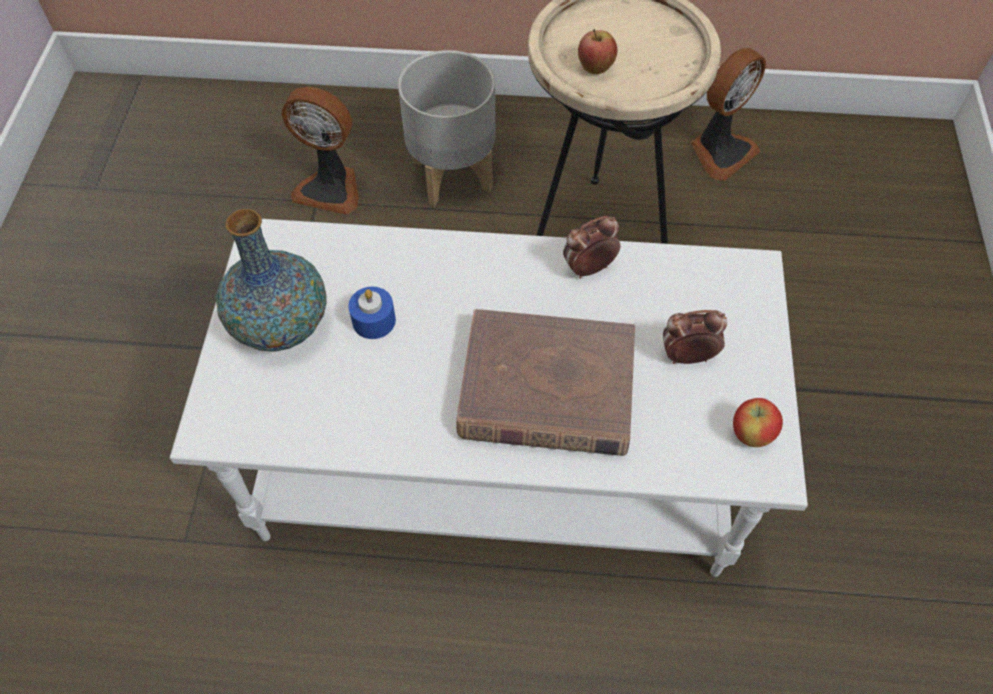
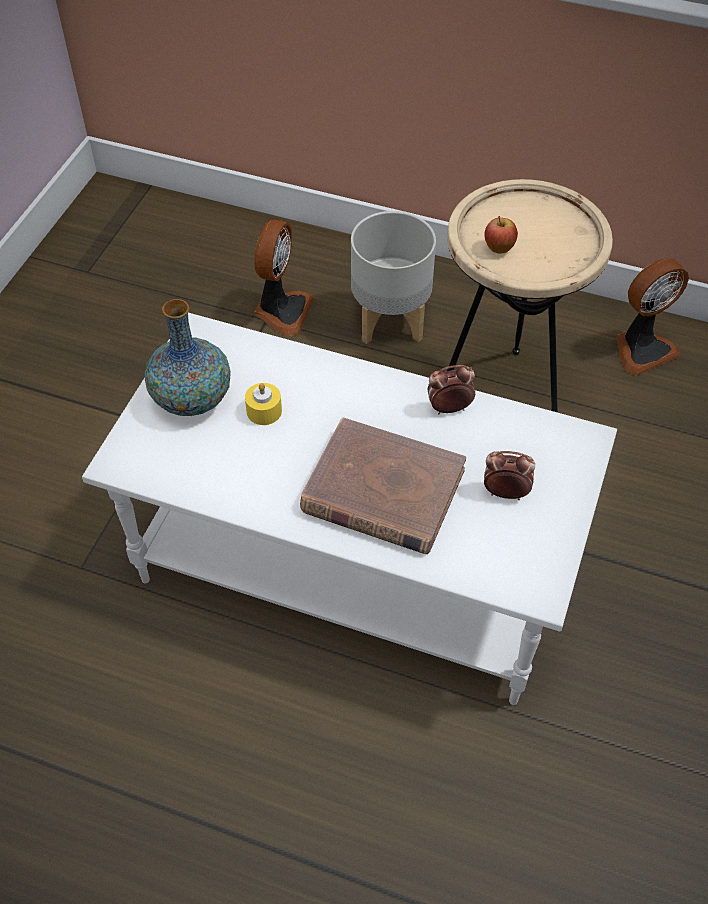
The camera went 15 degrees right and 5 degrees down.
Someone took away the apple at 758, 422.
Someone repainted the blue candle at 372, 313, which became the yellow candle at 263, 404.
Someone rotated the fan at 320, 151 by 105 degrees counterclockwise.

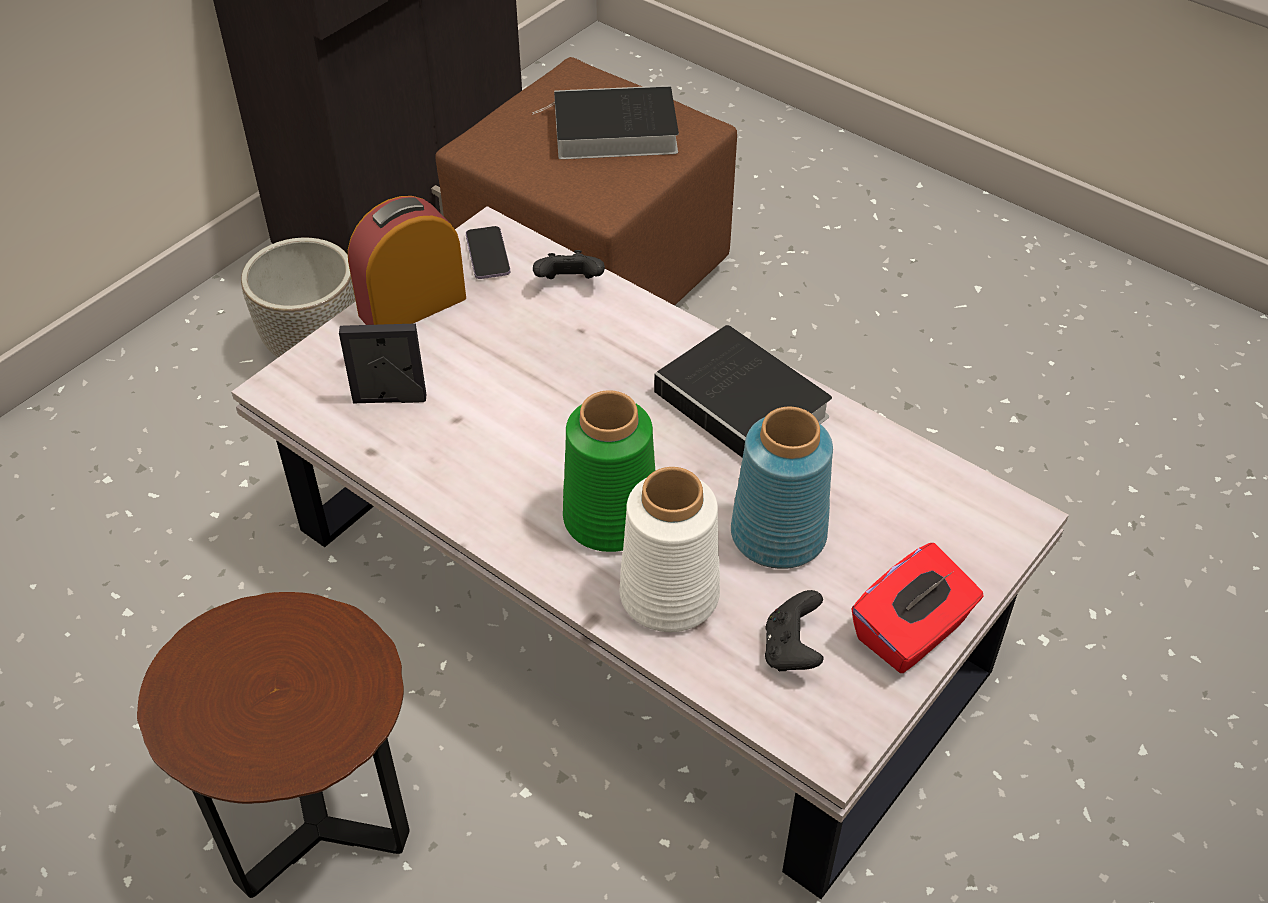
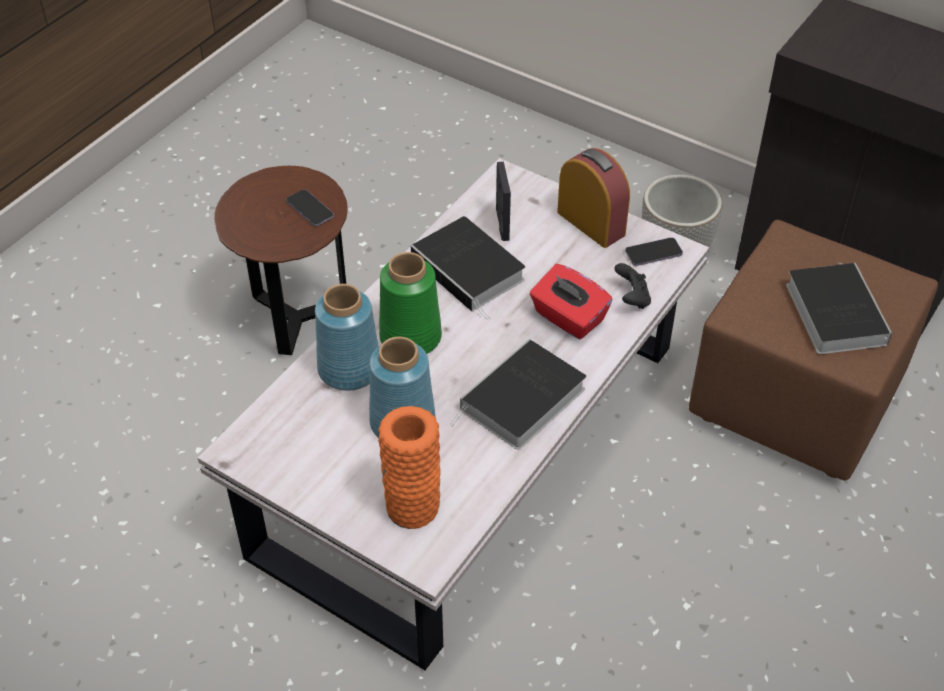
The camera went 85 degrees right and 0 degrees up.
Someone took away the black game controller at 794, 630.
Someone put down the phone at 310, 207.
Someone put down the orange vase at 409, 467.
Someone put down the book at 468, 268.
Someone carried the red tissue box from 917, 608 to 571, 301.
Someone repainted the white vase at 670, 549, which became the blue vase at 347, 337.

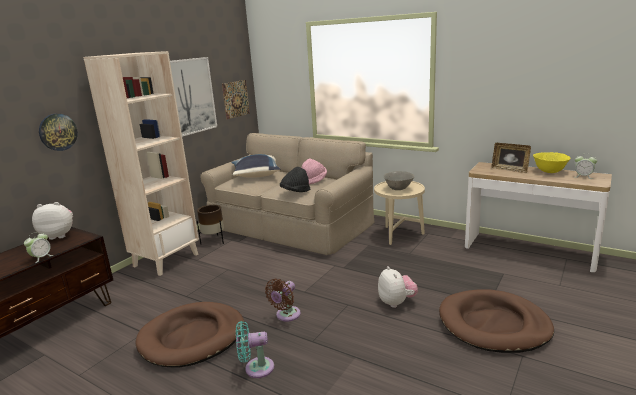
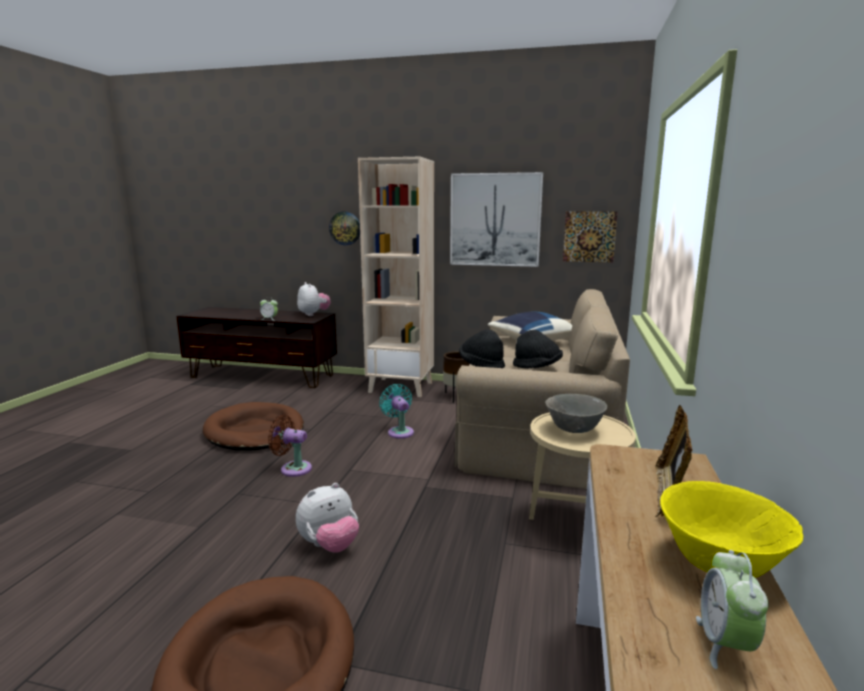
The camera went 70 degrees right and 5 degrees down.
Someone carried the turquoise fan from 255, 349 to 396, 411.
Someone repainted the pink hat at 314, 171, which became the black hat at 538, 349.

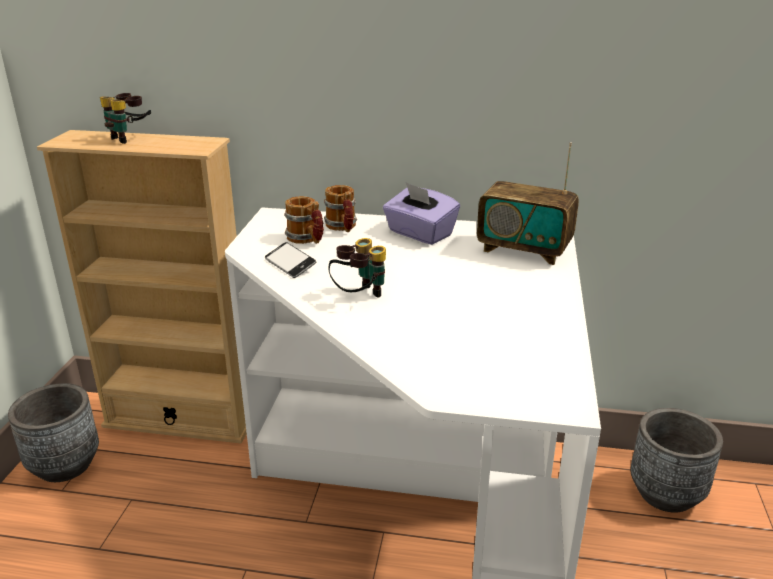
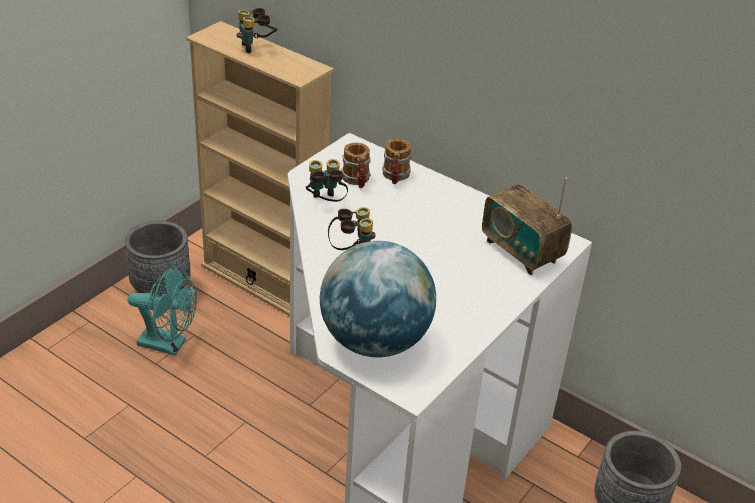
The camera went 25 degrees right and 10 degrees up.
Someone took away the purple tissue box at 421, 214.
Someone put down the turquoise fan at 162, 310.
Someone put down the globe at 378, 299.
Someone swapped the phone at 290, 260 for the binoculars at 327, 180.

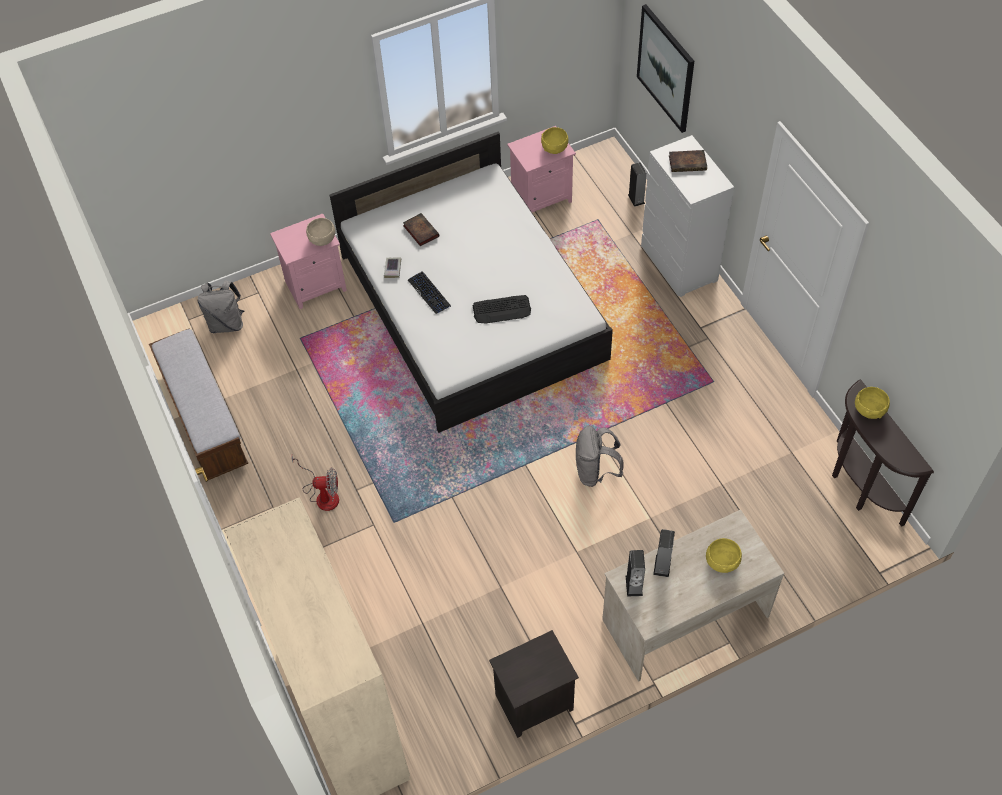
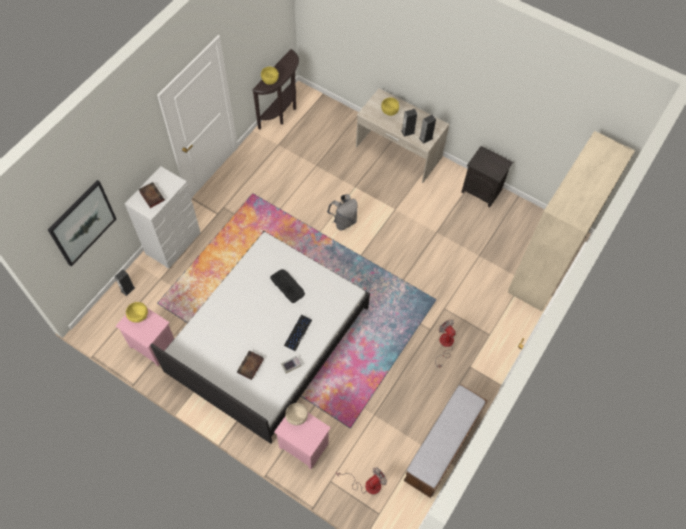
The camera went 125 degrees left and 5 degrees up.
Someone swapped the grey backpack at 221, 306 for the fan at 361, 480.

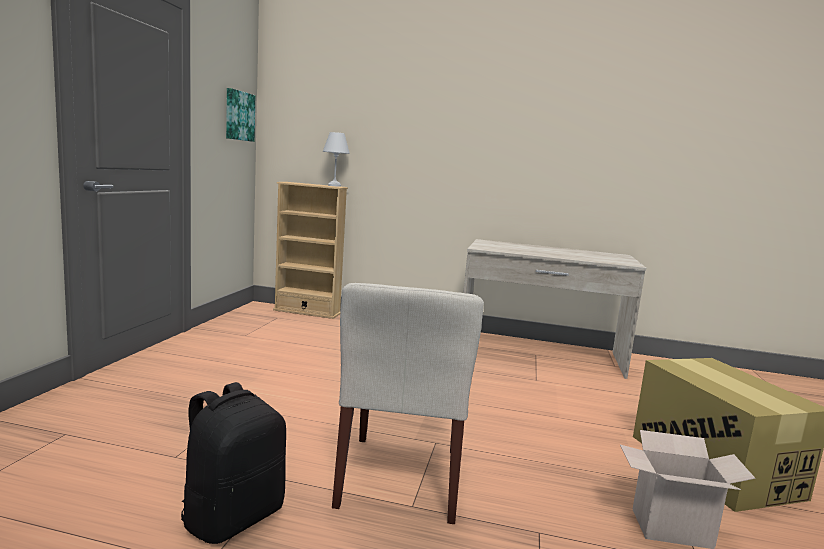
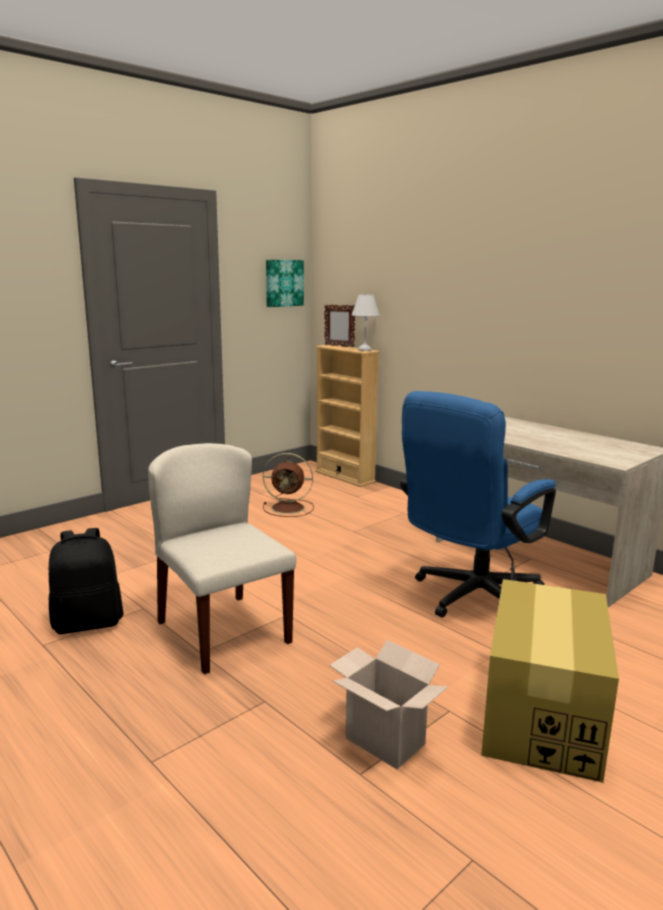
The camera went 35 degrees right and 5 degrees up.
Someone put down the brown fan at 288, 485.
Someone put down the picture frame at 339, 326.
Someone put down the blue office chair at 478, 504.
Someone rotated the beige chair at 408, 403 by 105 degrees clockwise.

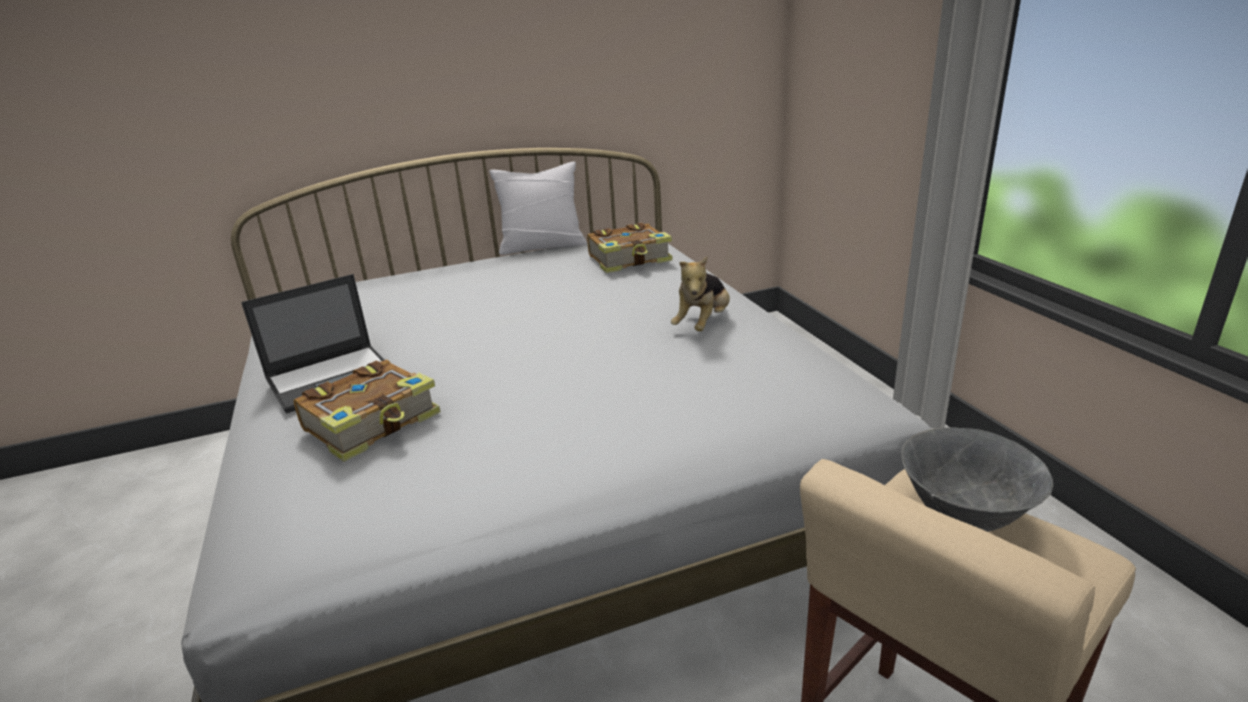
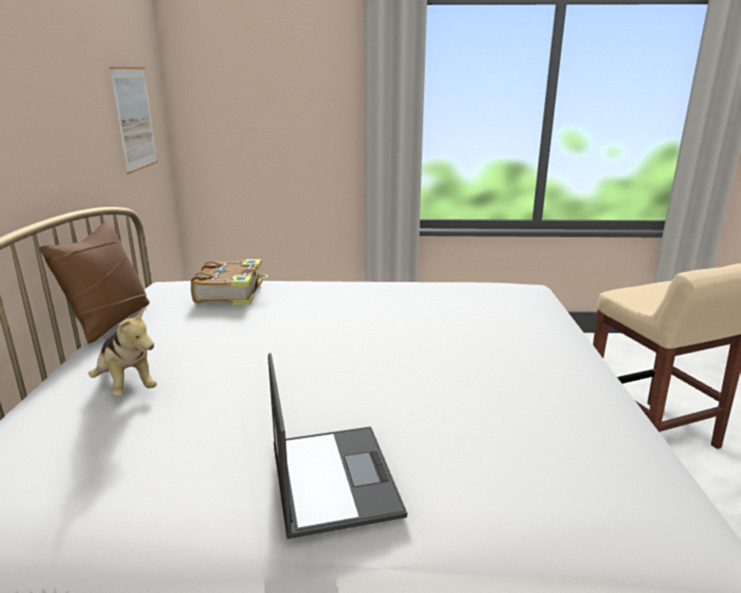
The camera went 70 degrees left and 5 degrees down.
Someone took away the book at 367, 410.
Someone took away the grey bowl at 977, 479.
Someone put up the picture at 134, 120.
Someone carried the plush toy from 700, 293 to 123, 352.
Someone repainted the white pillow at 538, 208, which became the brown pillow at 94, 282.

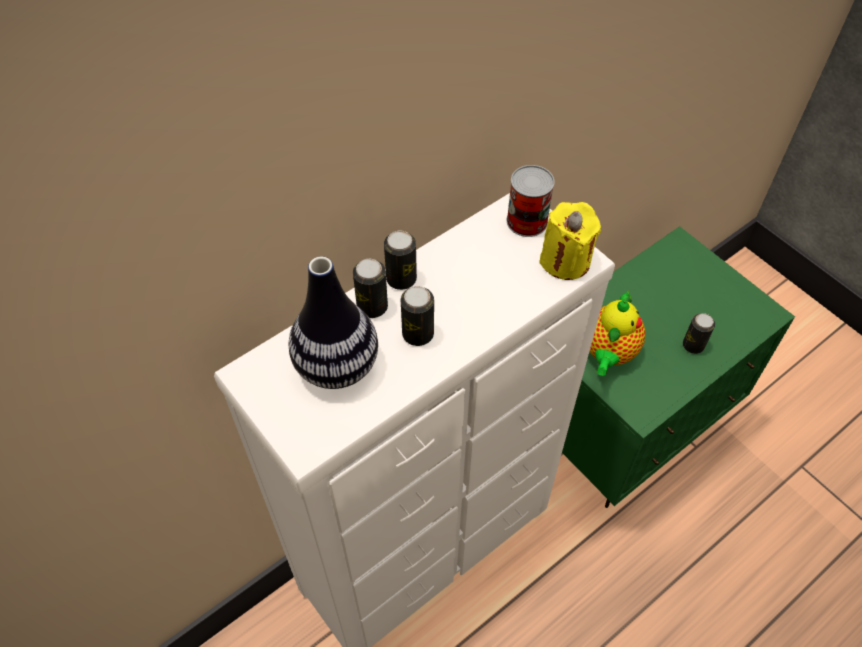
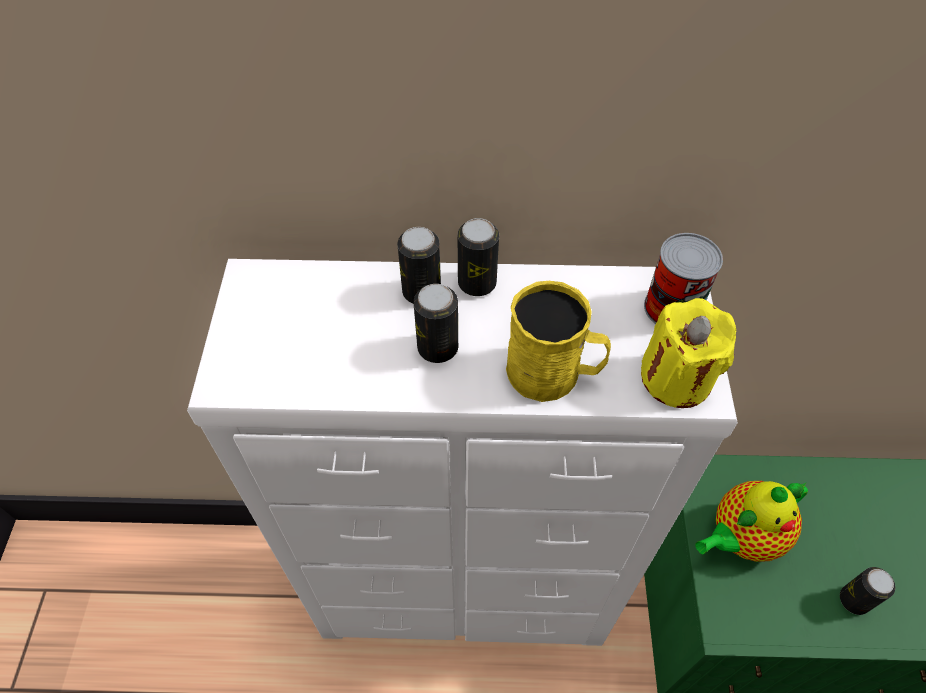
The camera went 40 degrees right and 0 degrees up.
Someone took away the vase at 333, 322.
Someone put down the yellow mug at 558, 341.

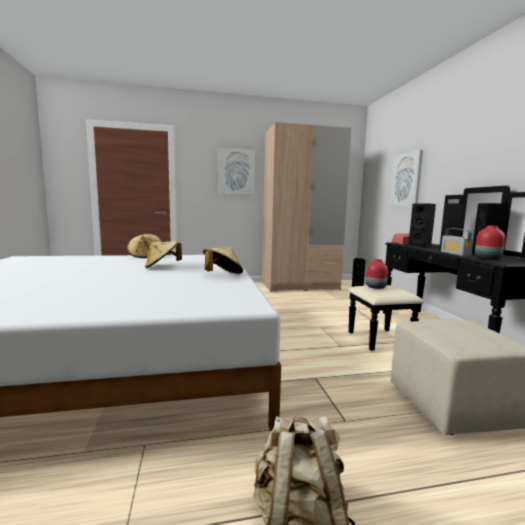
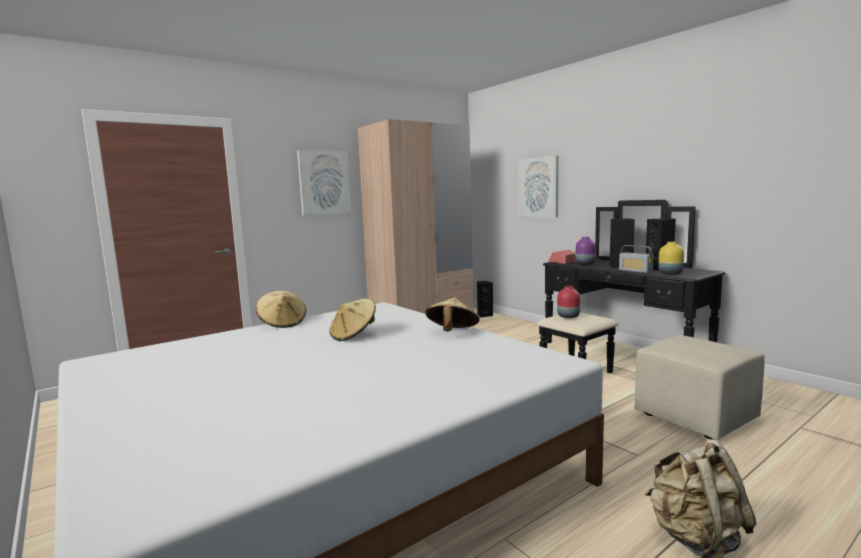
The camera went 25 degrees left and 0 degrees up.
Someone swapped the black speaker at 422, 226 for the purple vase at 586, 251.
Someone repainted the red vase at 490, 242, which became the yellow vase at 671, 258.

